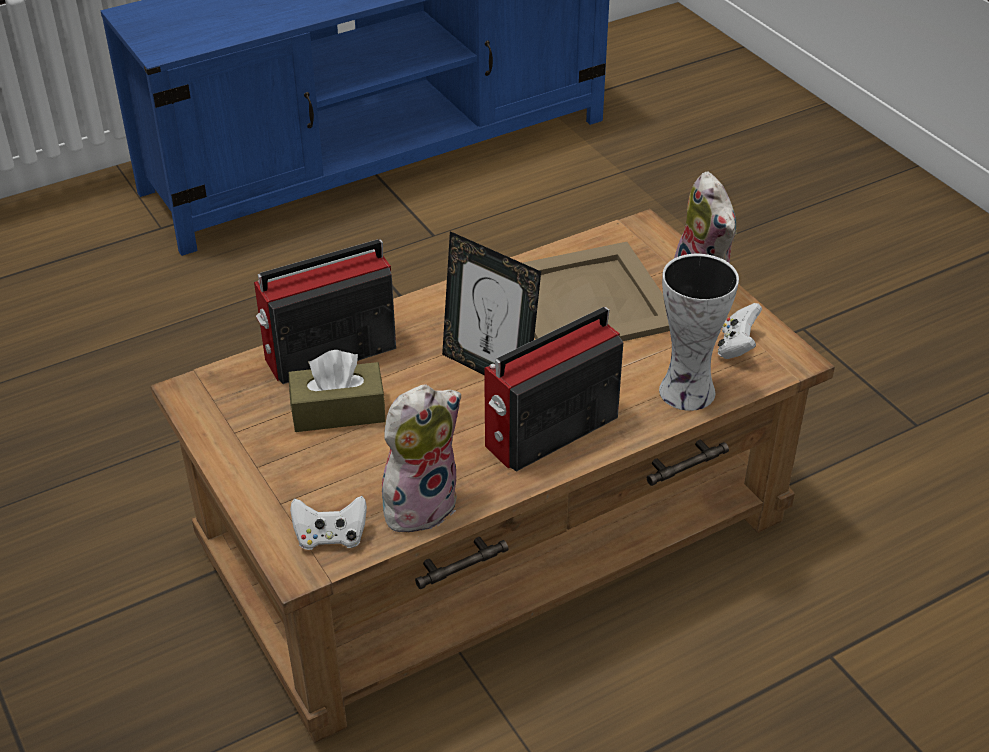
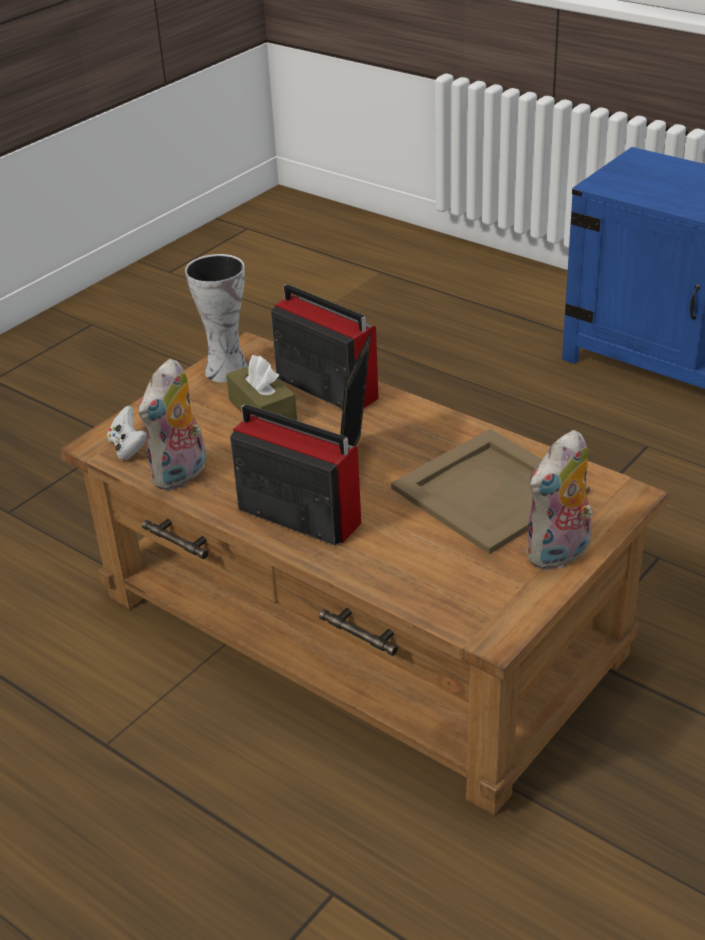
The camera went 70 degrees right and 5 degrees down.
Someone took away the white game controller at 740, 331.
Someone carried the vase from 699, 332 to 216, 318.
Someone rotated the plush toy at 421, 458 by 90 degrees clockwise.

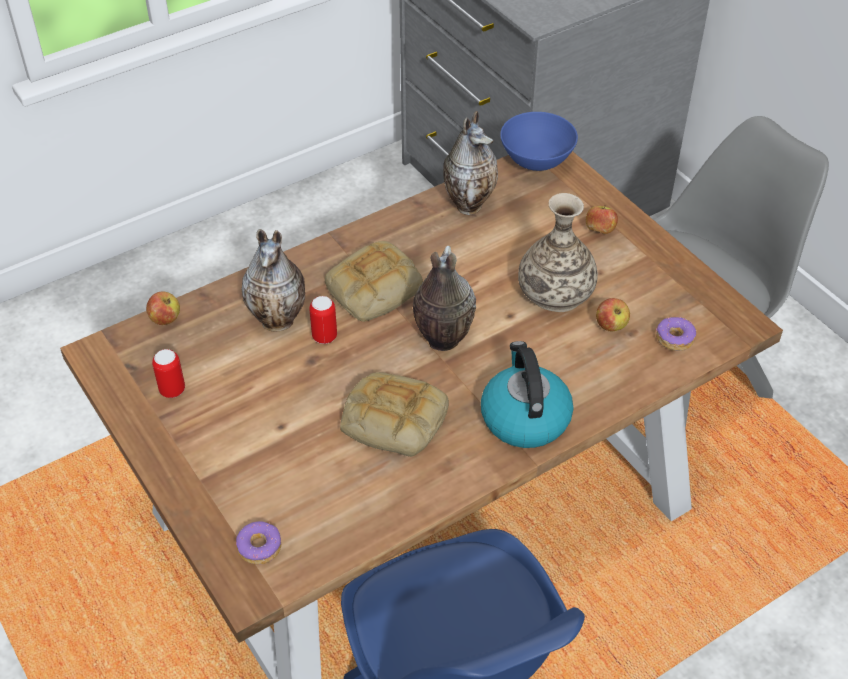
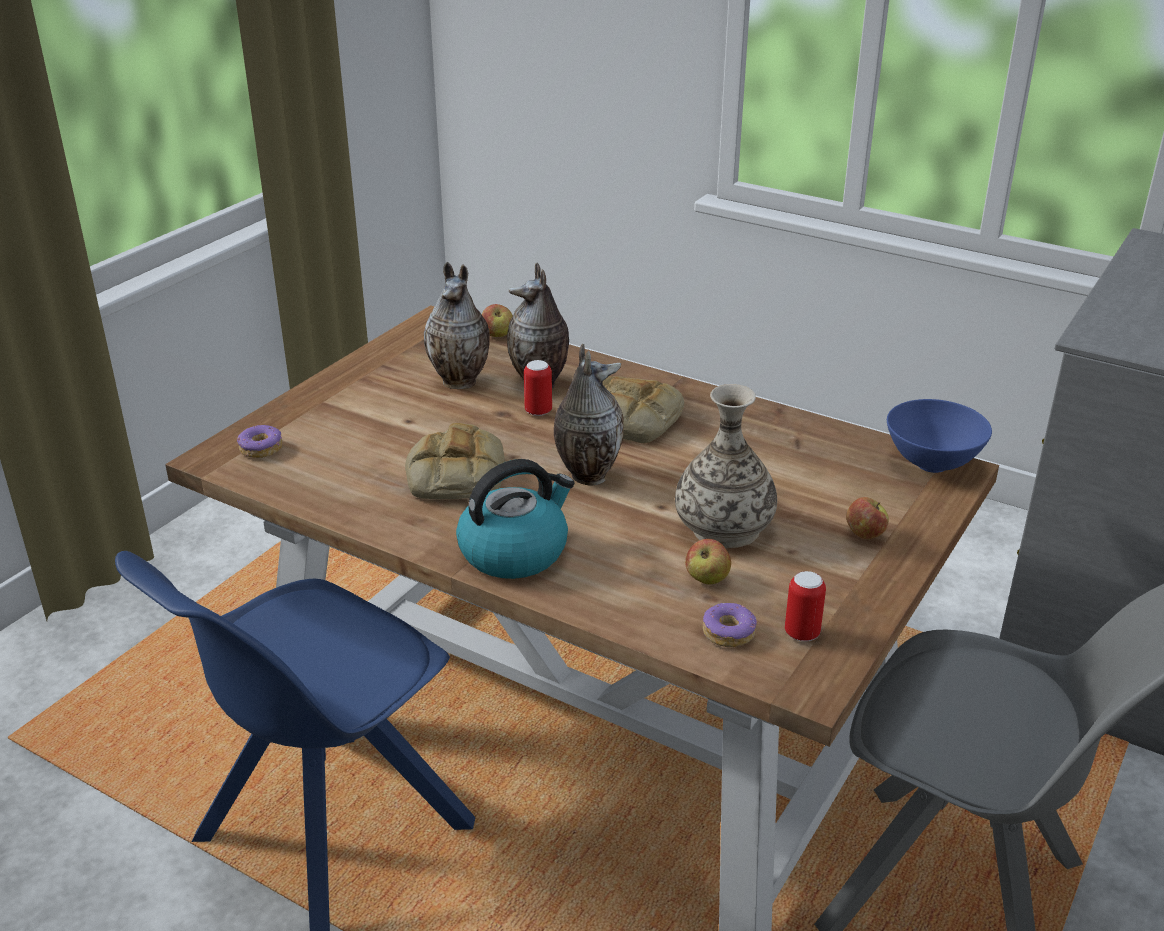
The camera went 65 degrees right and 15 degrees down.
Someone carried the can from 168, 373 to 805, 606.
Someone carried the vase from 470, 163 to 457, 325.

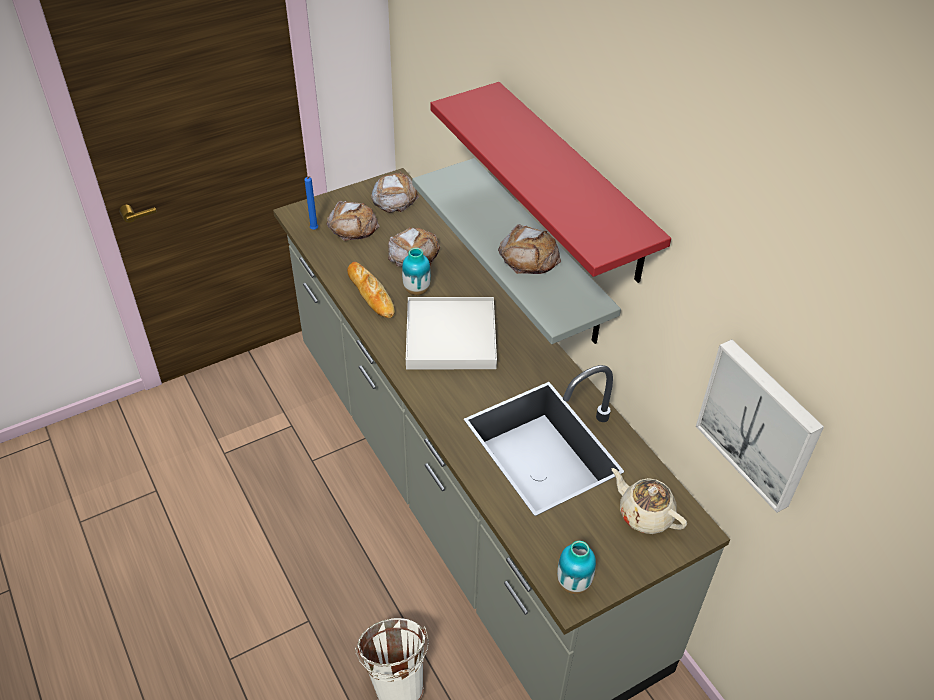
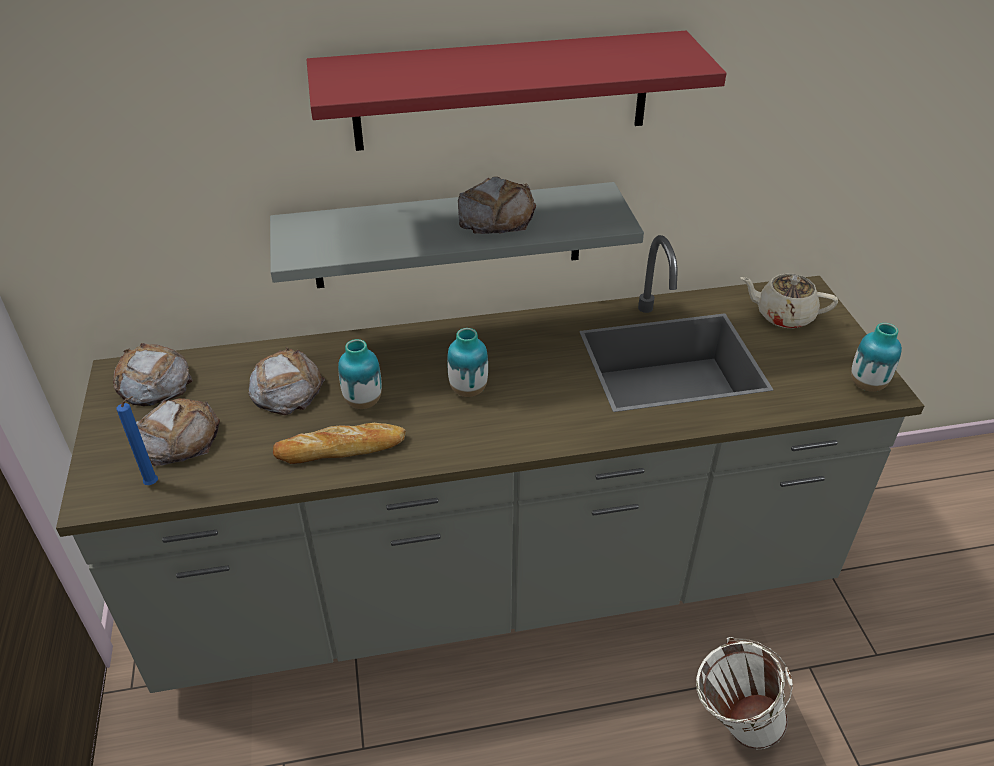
The camera went 70 degrees left and 5 degrees down.
Someone took away the picture at 760, 426.
Someone swapped the white tray at 451, 333 for the vase at 467, 362.
Someone rotated the beige teapot at 649, 501 by 45 degrees clockwise.

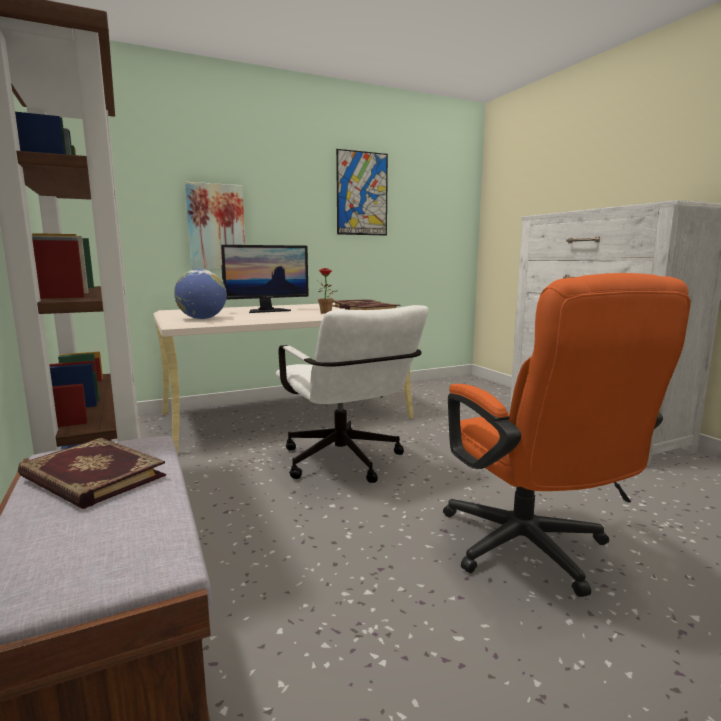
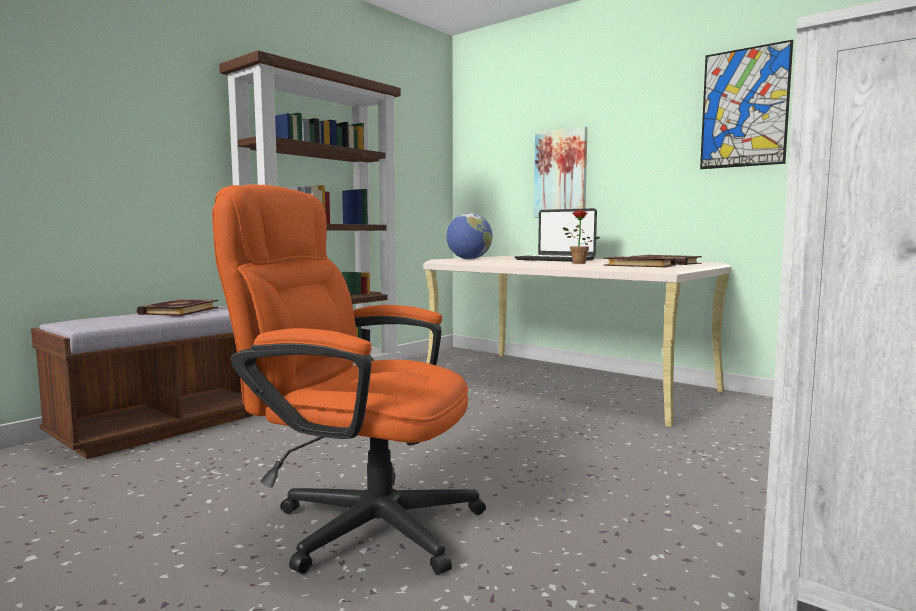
The camera went 65 degrees right and 5 degrees down.
Someone took away the white office chair at 352, 394.
Someone swapped the monitor at 265, 279 for the laptop at 556, 235.
Someone rotated the orange office chair at 566, 435 by 60 degrees clockwise.

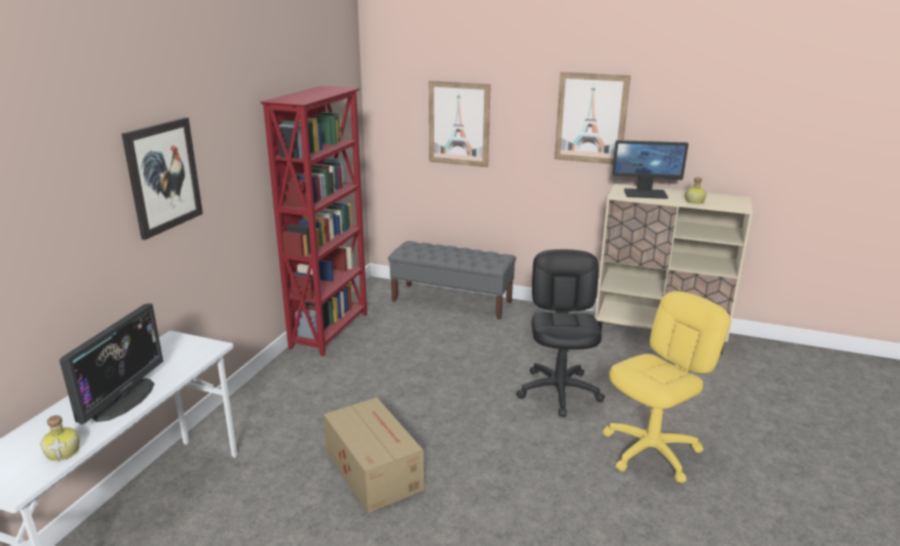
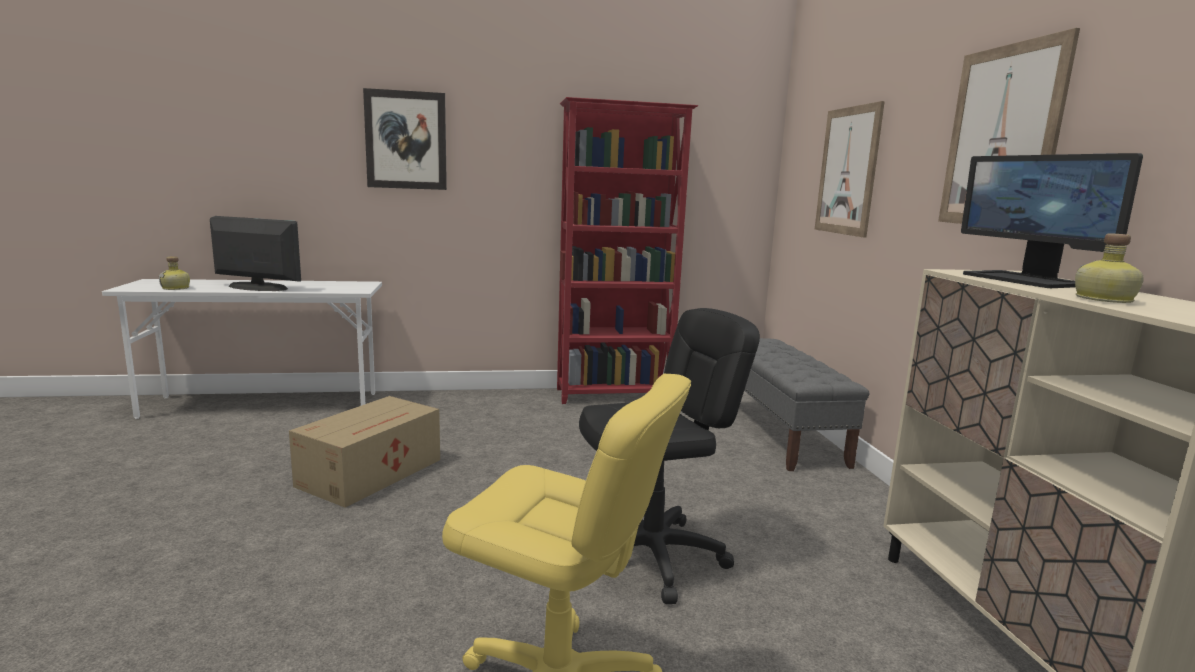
The camera went 60 degrees right and 10 degrees down.
Someone rotated the monitor at 111, 364 by 150 degrees counterclockwise.

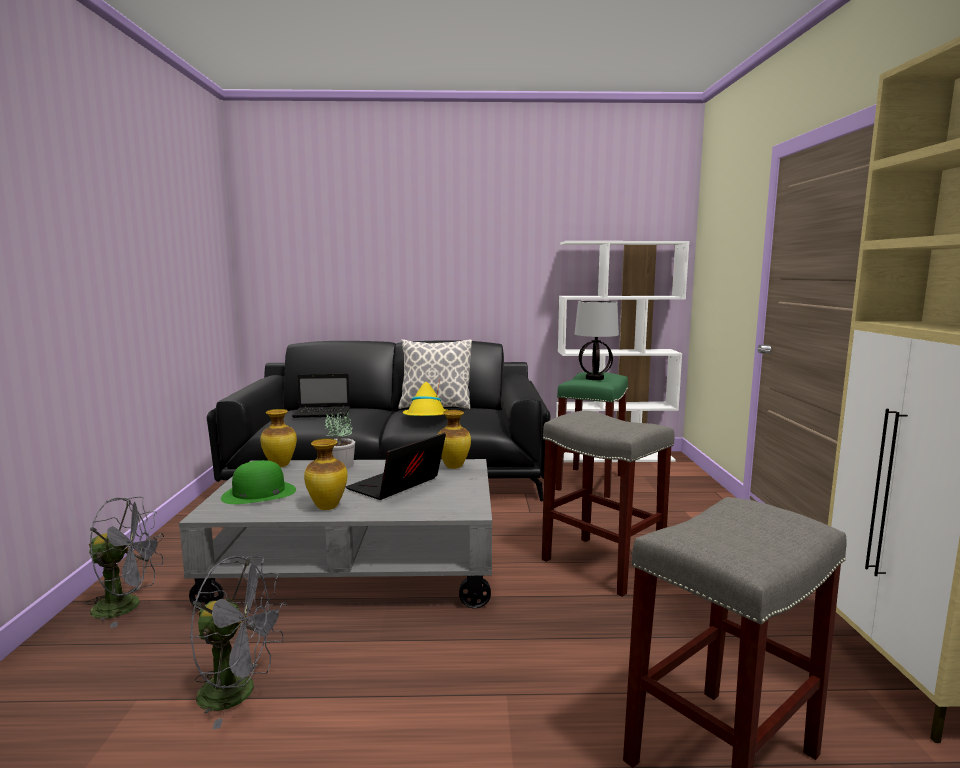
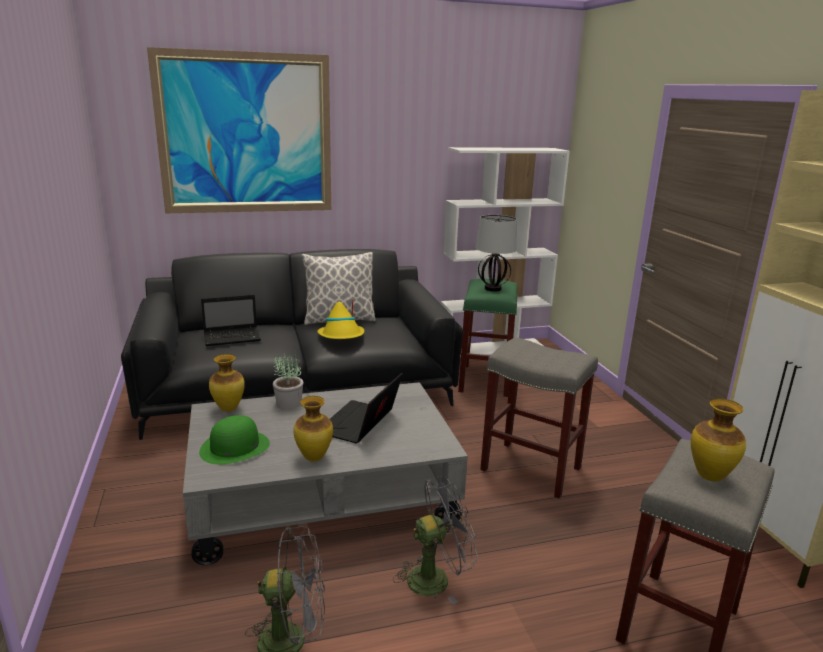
The camera went 15 degrees left and 10 degrees up.
Someone put up the picture at 239, 130.
Someone carried the grey fan from 124, 562 to 435, 540.
Someone carried the vase from 454, 439 to 718, 440.

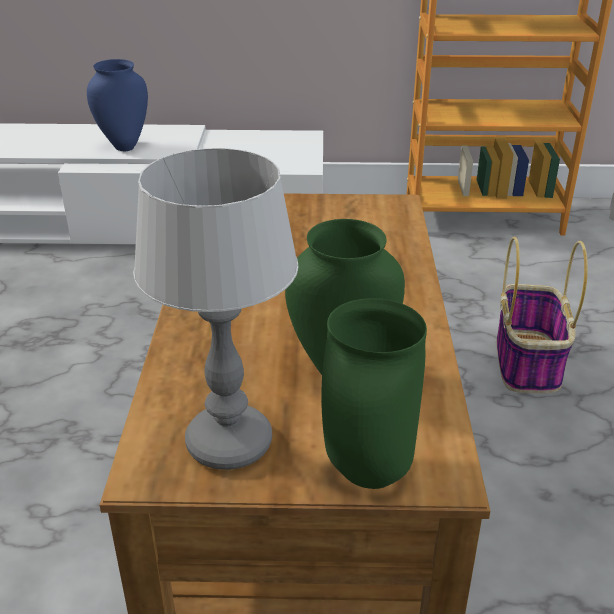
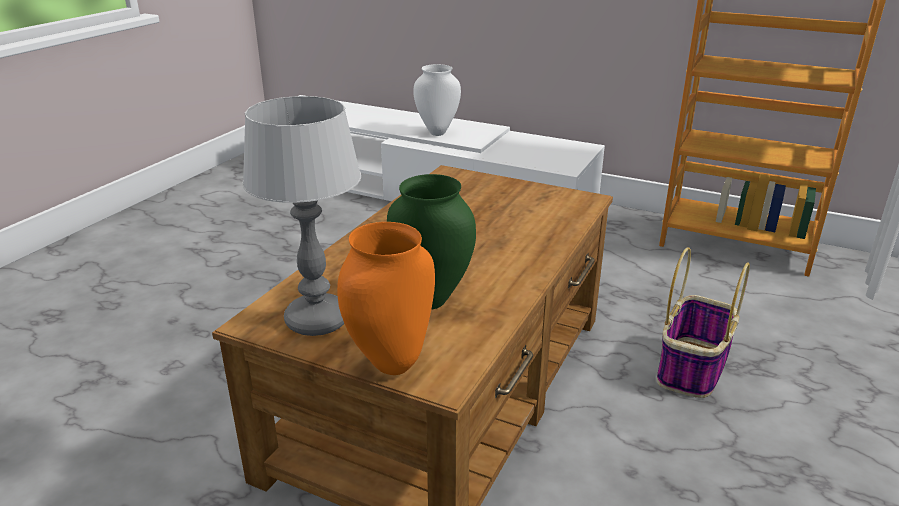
The camera went 25 degrees right and 5 degrees down.
Someone repainted the blue vase at 117, 105, which became the white vase at 437, 100.
Someone repainted the green vase at 374, 393, which became the orange vase at 386, 298.

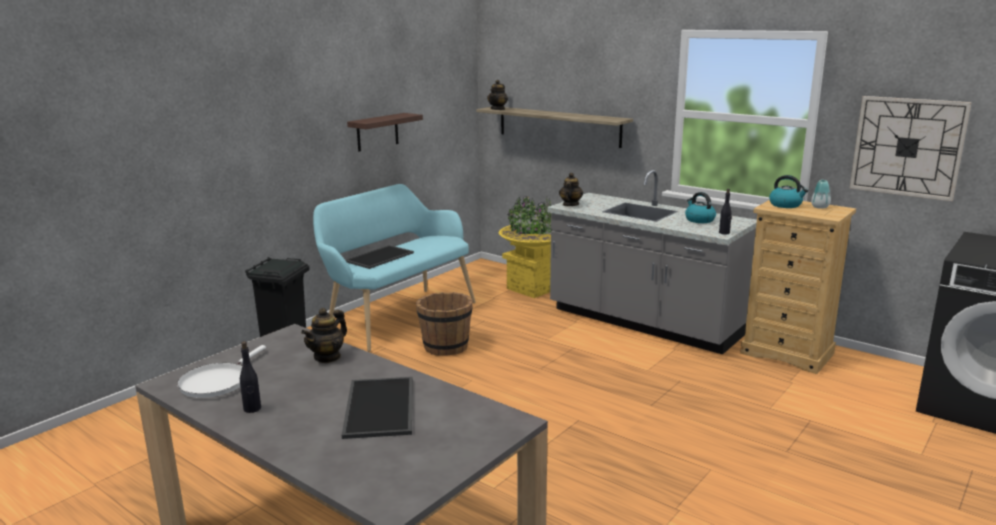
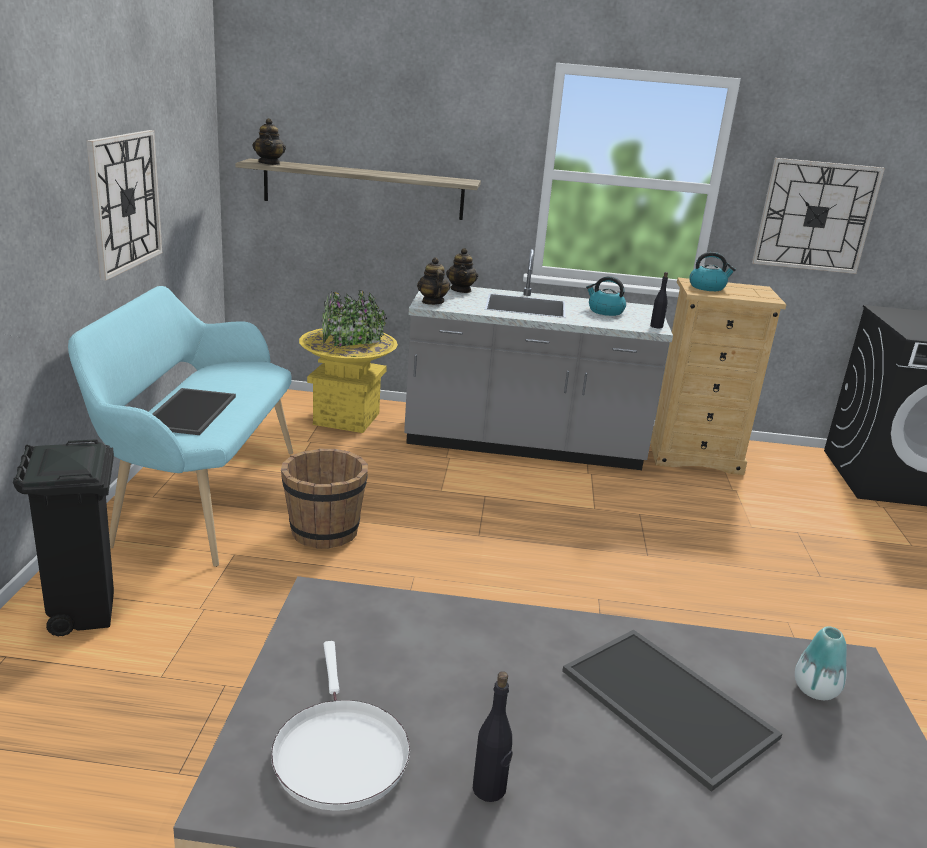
The camera went 35 degrees left and 5 degrees up.
Someone carried the teapot from 324, 335 to 462, 270.
Someone carried the vase from 821, 194 to 821, 663.
Someone swapped the shelf at 385, 132 for the wall clock at 124, 205.

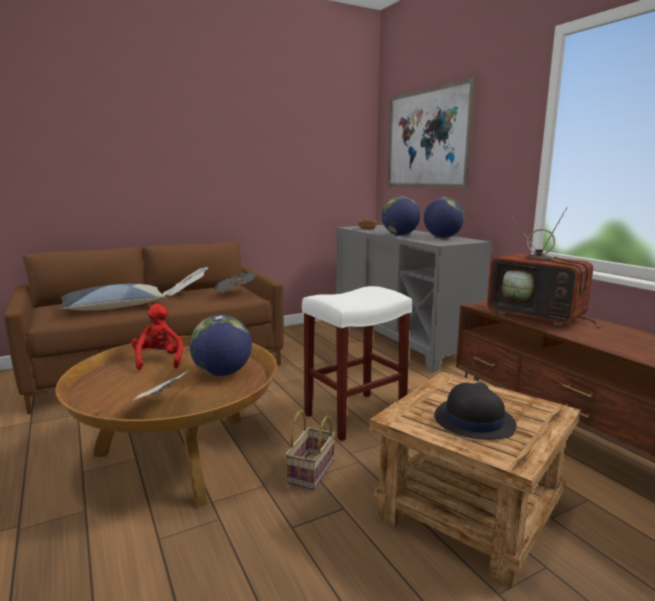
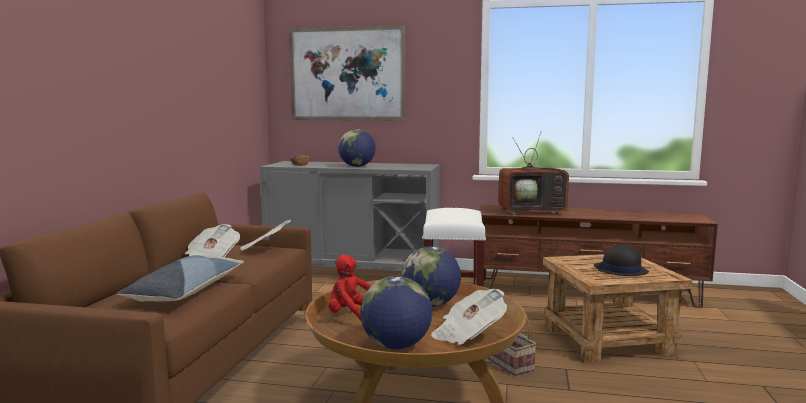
The camera went 50 degrees left and 5 degrees down.
Someone carried the globe from 444, 217 to 396, 312.

